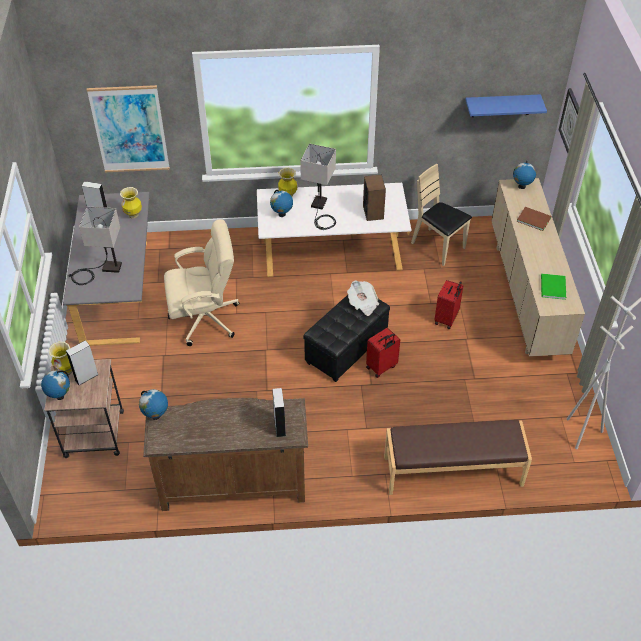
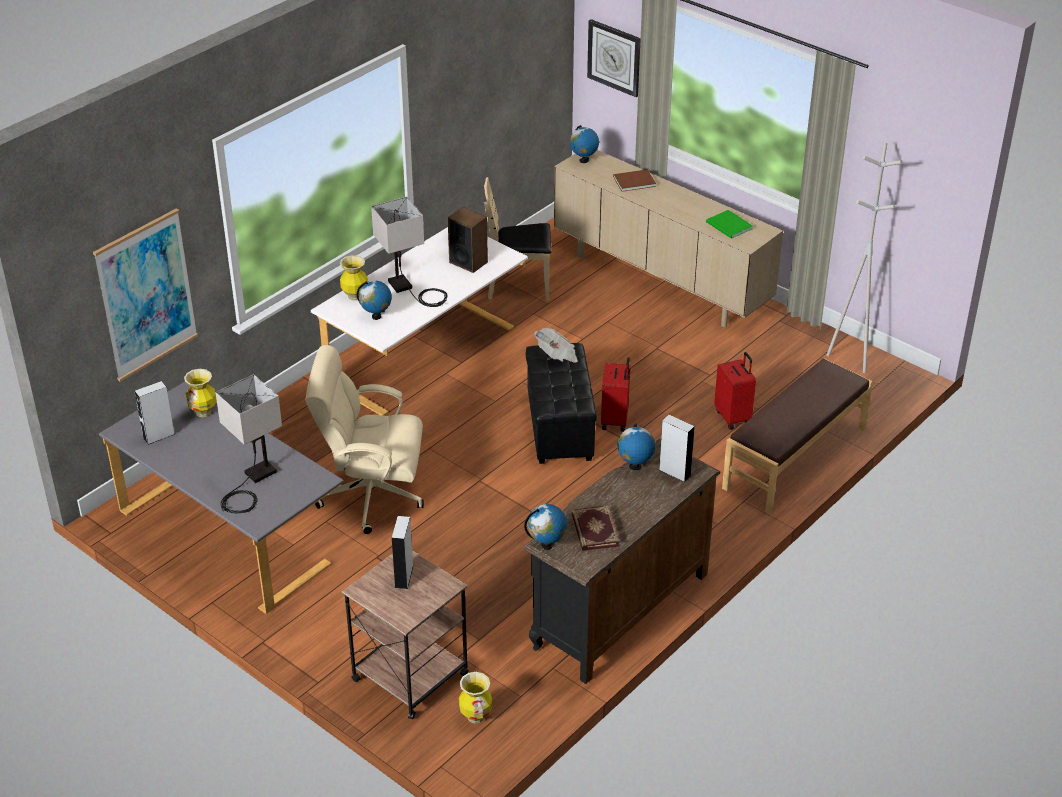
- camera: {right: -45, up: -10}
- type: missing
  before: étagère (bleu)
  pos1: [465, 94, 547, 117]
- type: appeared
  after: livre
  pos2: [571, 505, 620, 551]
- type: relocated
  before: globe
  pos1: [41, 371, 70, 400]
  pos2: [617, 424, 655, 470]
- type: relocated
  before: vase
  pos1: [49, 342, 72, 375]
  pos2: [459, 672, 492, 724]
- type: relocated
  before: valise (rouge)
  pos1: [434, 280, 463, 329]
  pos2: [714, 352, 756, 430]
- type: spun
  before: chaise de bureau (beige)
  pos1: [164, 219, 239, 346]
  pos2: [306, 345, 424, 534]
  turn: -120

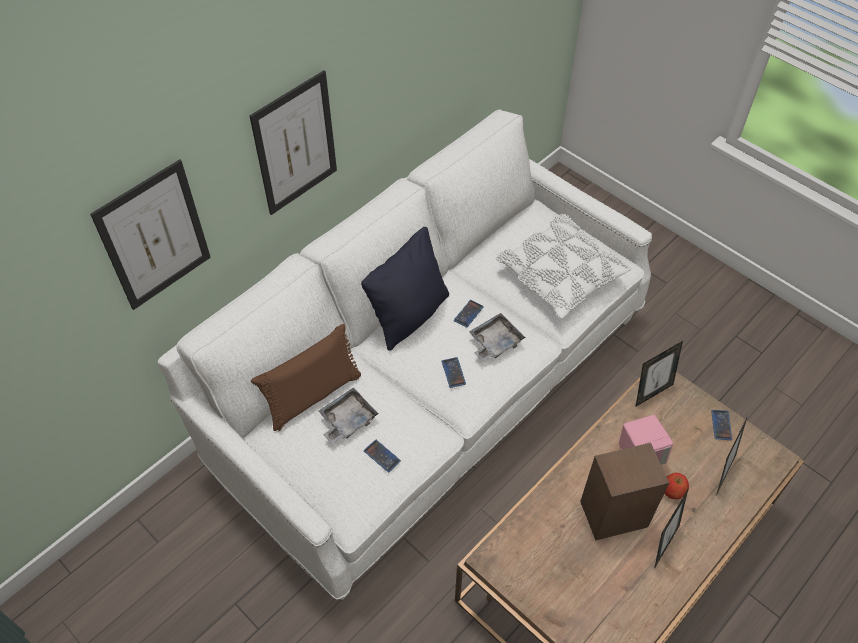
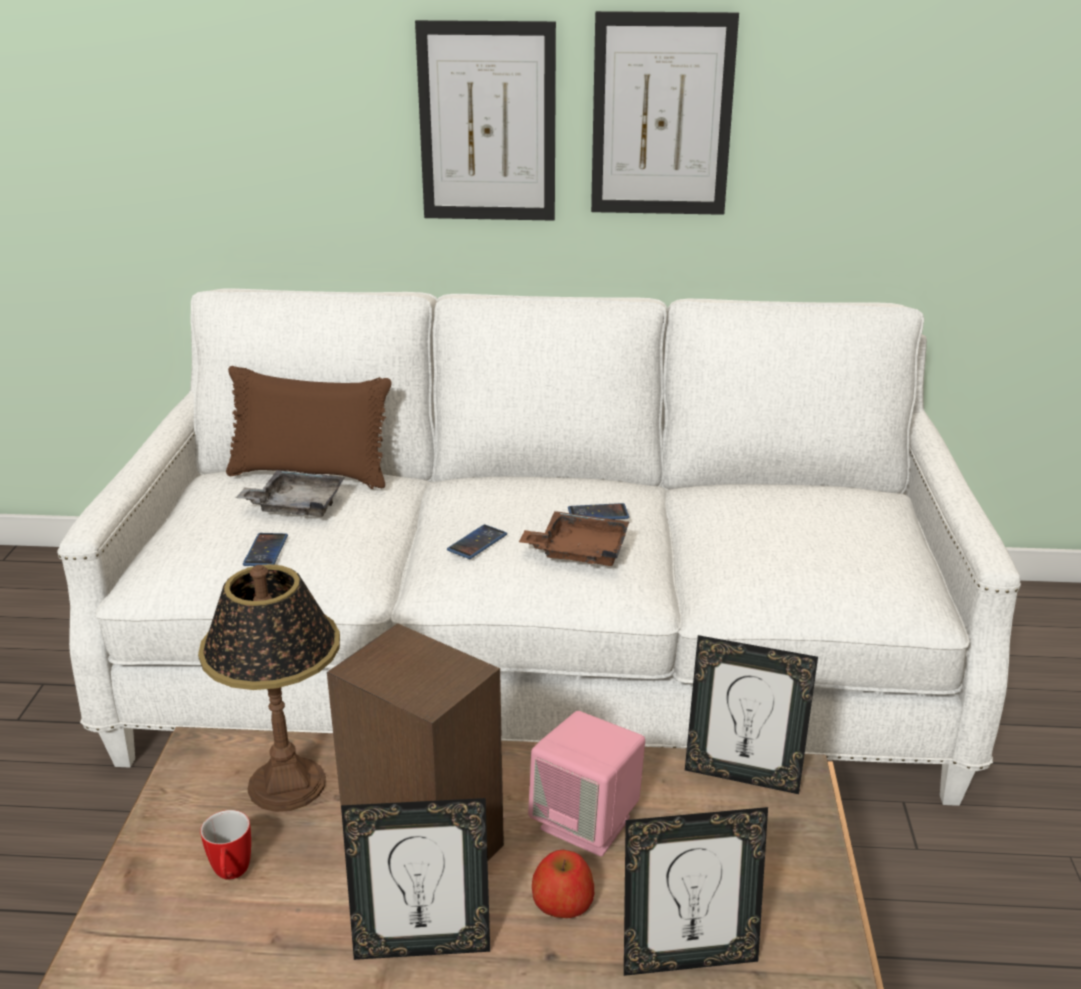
- camera: {right: 50, up: -25}
- type: missing
  before: coussin (noir)
  pos1: [361, 227, 449, 351]
- type: missing
  before: coussin (blanc)
  pos1: [496, 214, 631, 319]
- type: missing
  before: téléphone
  pos1: [711, 410, 732, 440]
- type: appeared
  after: lampe de table
  pos2: [198, 564, 340, 812]
- type: appeared
  after: mug
  pos2: [200, 810, 251, 880]
- type: relocated
  before: tableau
  pos1: [90, 159, 211, 310]
  pos2: [591, 11, 739, 215]
- type: colour
  before: plateau (gris)
  after: plateau (marron)
  pos1: [469, 313, 526, 361]
  pos2: [519, 511, 629, 566]

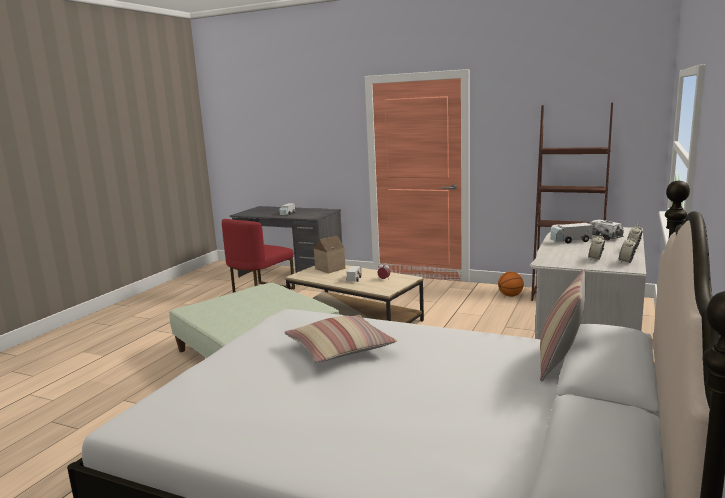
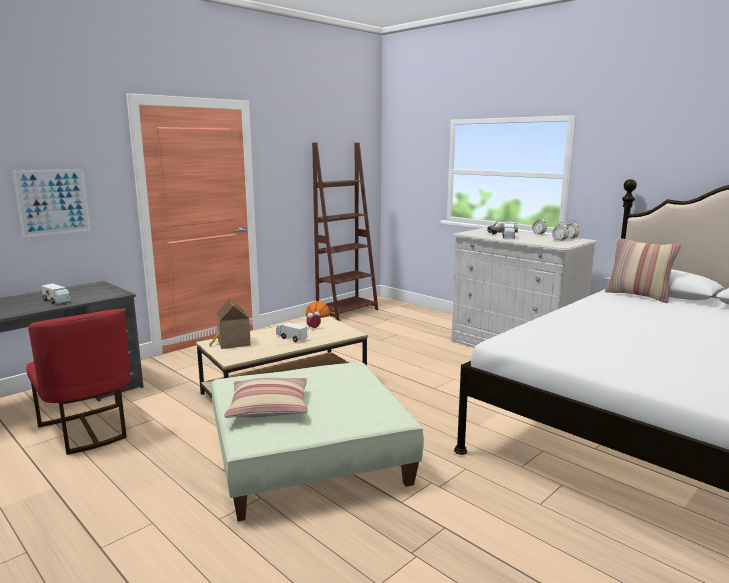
- camera: {right: -70, up: 0}
- type: appeared
  after: tableau
  pos2: [13, 169, 91, 237]
- type: relocated
  before: coussin
  pos1: [285, 315, 397, 363]
  pos2: [224, 378, 308, 418]

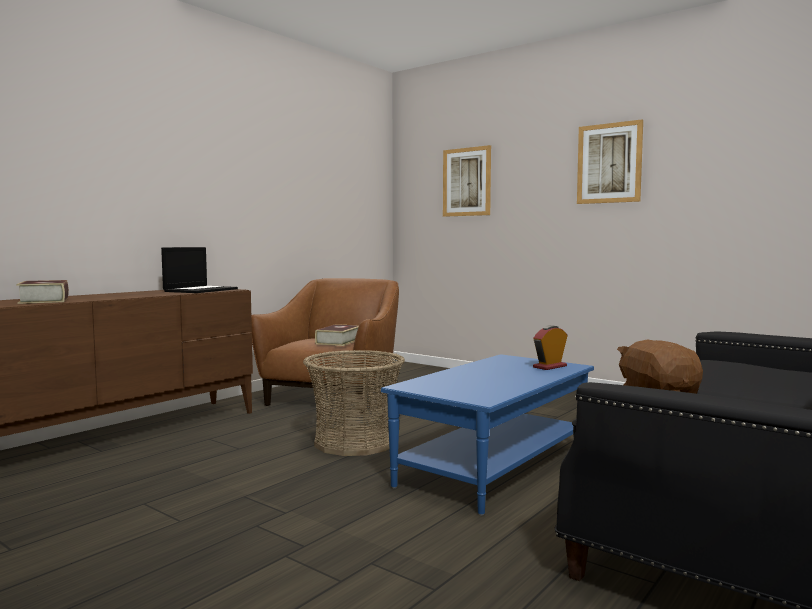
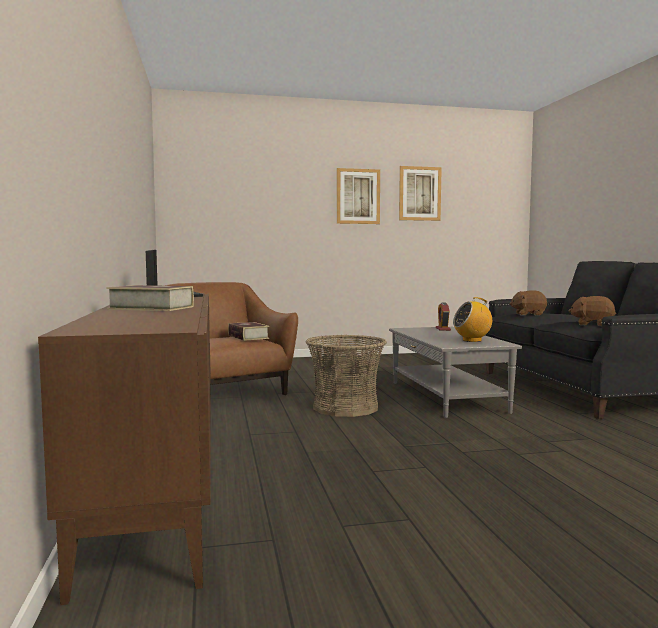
- camera: {right: -50, up: 0}
- type: appeared
  after: radio
  pos2: [453, 297, 492, 342]
- type: appeared
  after: peluche (marron)
  pos2: [509, 290, 547, 316]
- type: relocated
  before: tableau
  pos1: [443, 145, 491, 217]
  pos2: [399, 166, 442, 221]
- type: colour
  before: table basse (bleu)
  after: table basse (gris)
  pos1: [381, 354, 594, 516]
  pos2: [389, 327, 522, 418]

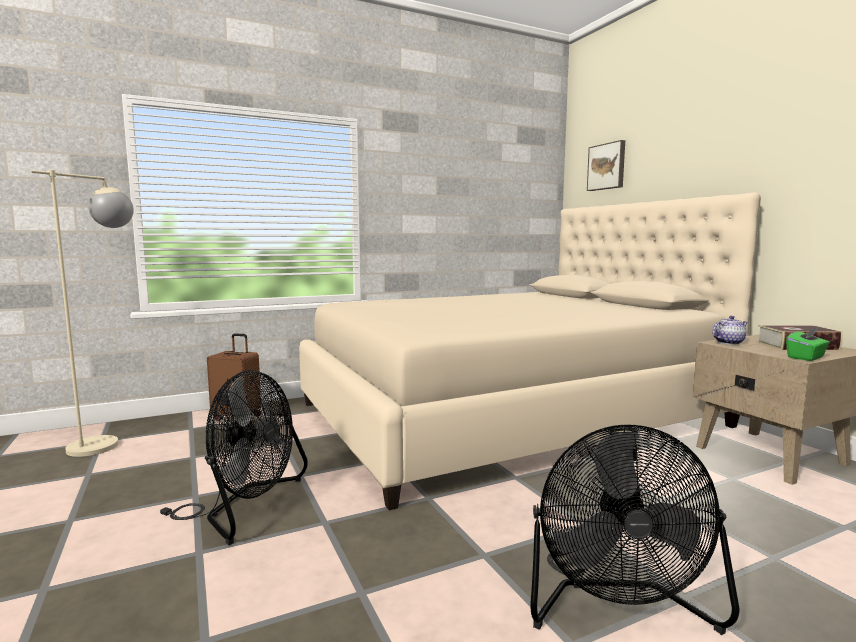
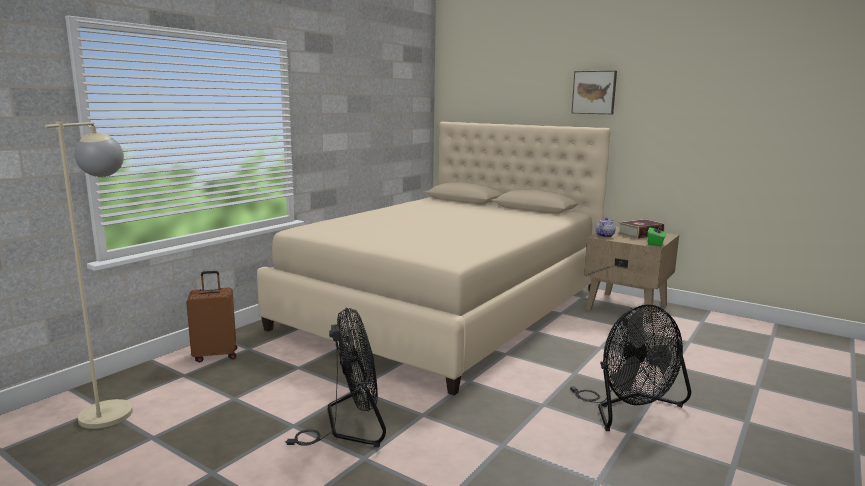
- camera: {right: -30, up: 5}
- type: relocated
  before: tableau
  pos1: [587, 140, 625, 191]
  pos2: [571, 71, 617, 114]

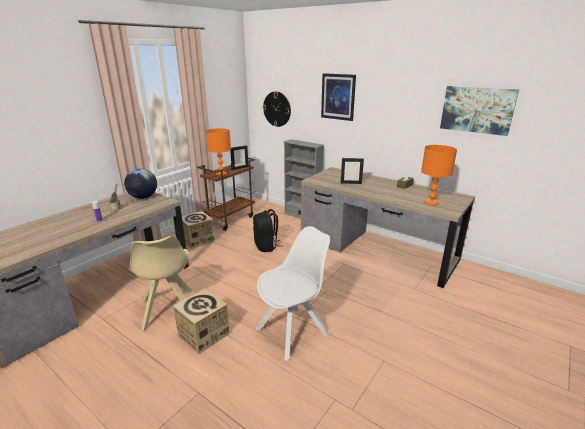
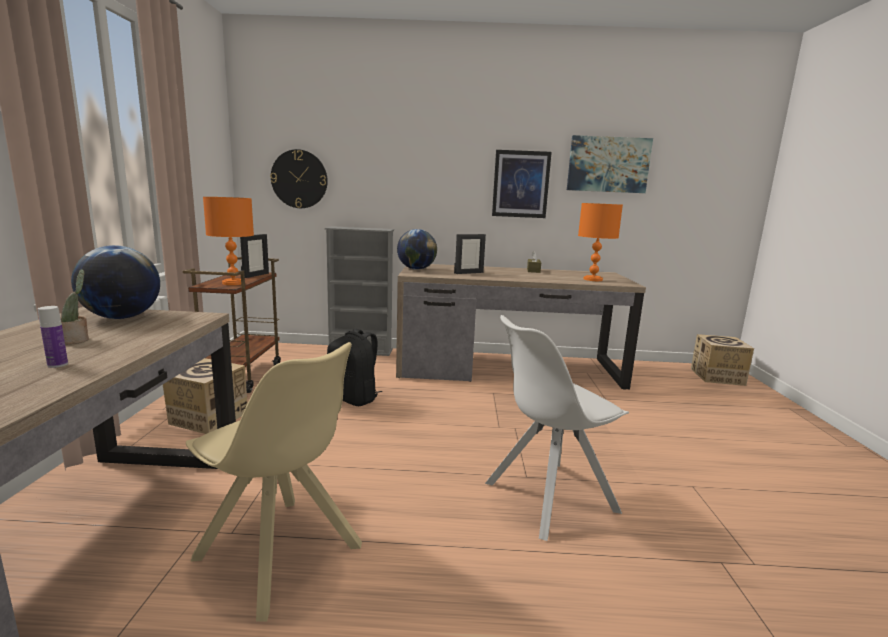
- camera: {right: -35, up: -10}
- type: appeared
  after: globe
  pos2: [397, 229, 437, 270]
- type: relocated
  before: carton
  pos1: [173, 289, 230, 354]
  pos2: [691, 334, 754, 386]
- type: relocated
  before: tableau
  pos1: [321, 73, 356, 121]
  pos2: [492, 150, 552, 218]
- type: spun
  before: chaise (blanc)
  pos1: [256, 226, 330, 361]
  pos2: [485, 315, 629, 541]
  turn: -135

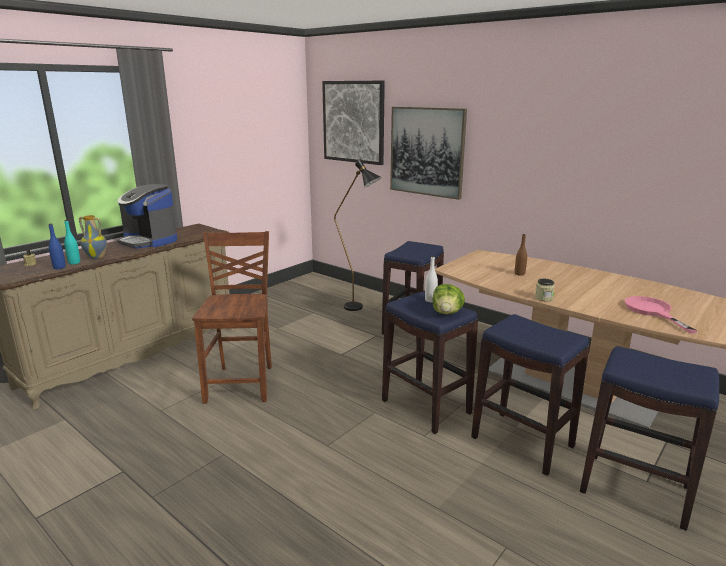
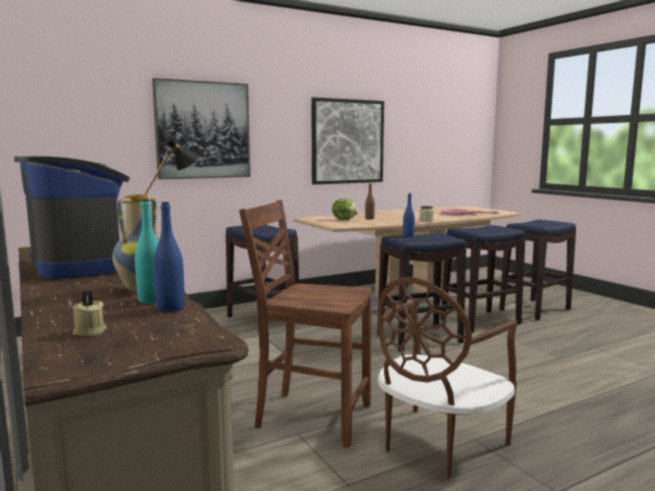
- camera: {right: -70, up: -10}
- type: appeared
  after: chaise (marron)
  pos2: [378, 277, 517, 478]
- type: relocated
  before: tableau
  pos1: [322, 81, 385, 165]
  pos2: [311, 97, 384, 185]
- type: relocated
  before: laitue
  pos1: [432, 284, 465, 315]
  pos2: [332, 198, 359, 220]
- type: colour
  before: bouteille (blanc)
  after: bouteille (bleu)
  pos1: [425, 256, 438, 302]
  pos2: [403, 193, 415, 237]
- type: spun
  before: machine à café
  pos1: [117, 184, 177, 249]
  pos2: [14, 156, 130, 279]
  turn: -90

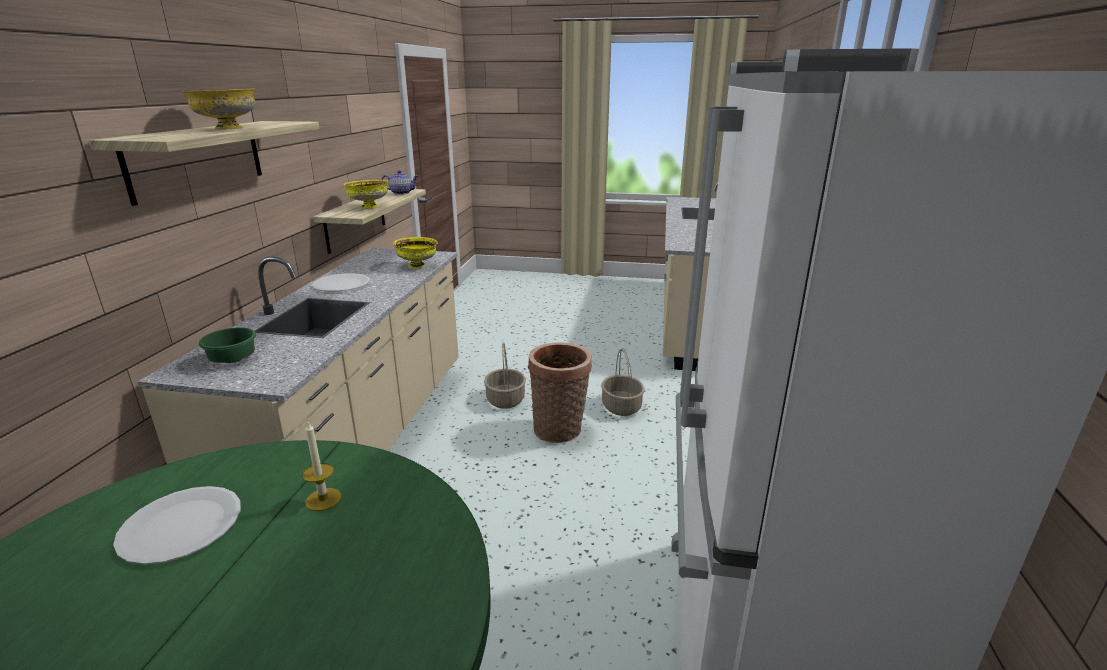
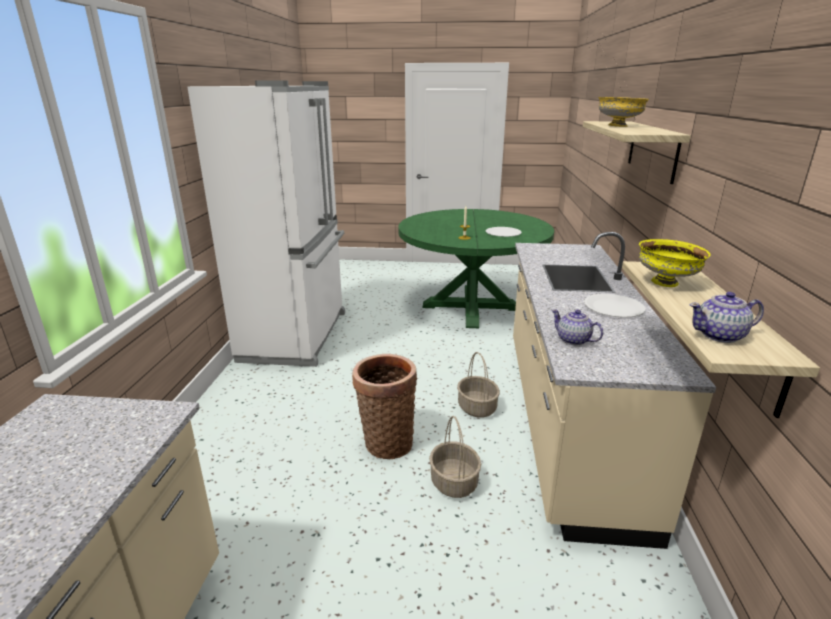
- camera: {right: 175, up: 0}
- type: missing
  before: bol (vert)
  pos1: [199, 327, 256, 363]
- type: relocated
  before: panier
  pos1: [601, 348, 645, 416]
  pos2: [457, 352, 500, 418]
- type: exchanged
  before: bol (jaune)
  after: théière
  pos1: [393, 237, 438, 269]
  pos2: [551, 309, 603, 345]

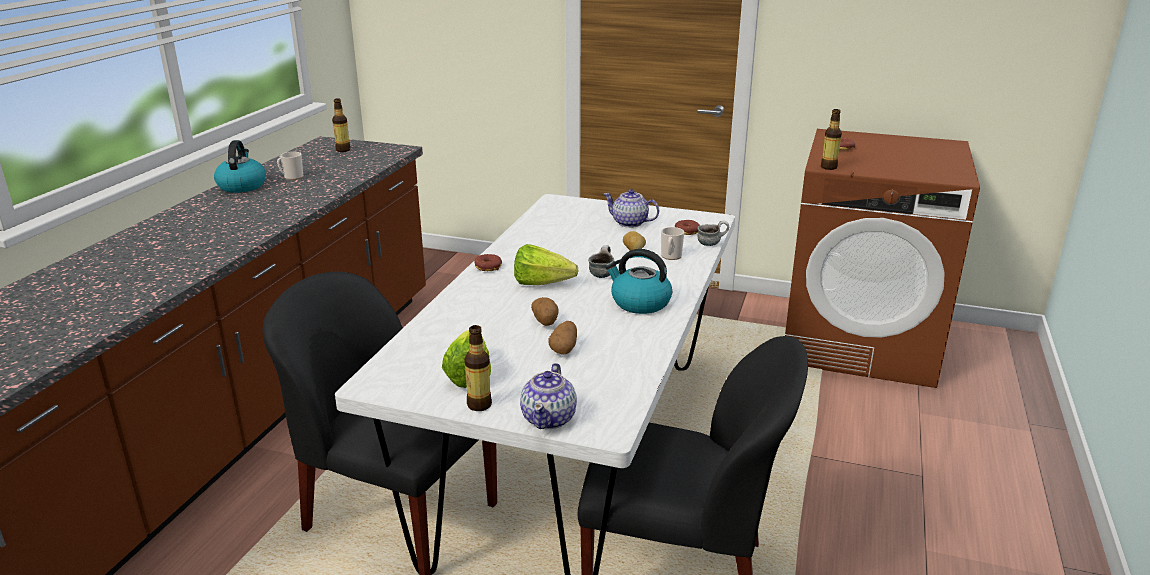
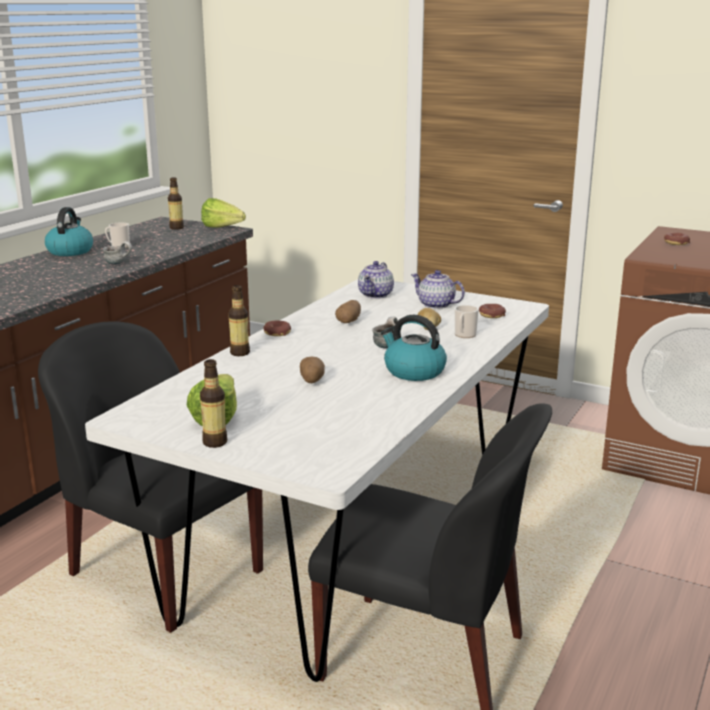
- camera: {right: 10, up: -5}
- type: relocated
  before: laitue
  pos1: [514, 244, 578, 285]
  pos2: [201, 198, 246, 228]
- type: relocated
  before: théière
  pos1: [520, 363, 577, 429]
  pos2: [358, 261, 394, 299]
- type: relocated
  before: pomme de terre
  pos1: [548, 321, 577, 355]
  pos2: [335, 300, 361, 323]
- type: relocated
  before: mug
  pos1: [697, 220, 729, 246]
  pos2: [103, 241, 132, 264]
- type: relocated
  before: bouteille
  pos1: [821, 109, 842, 170]
  pos2: [228, 285, 250, 356]

